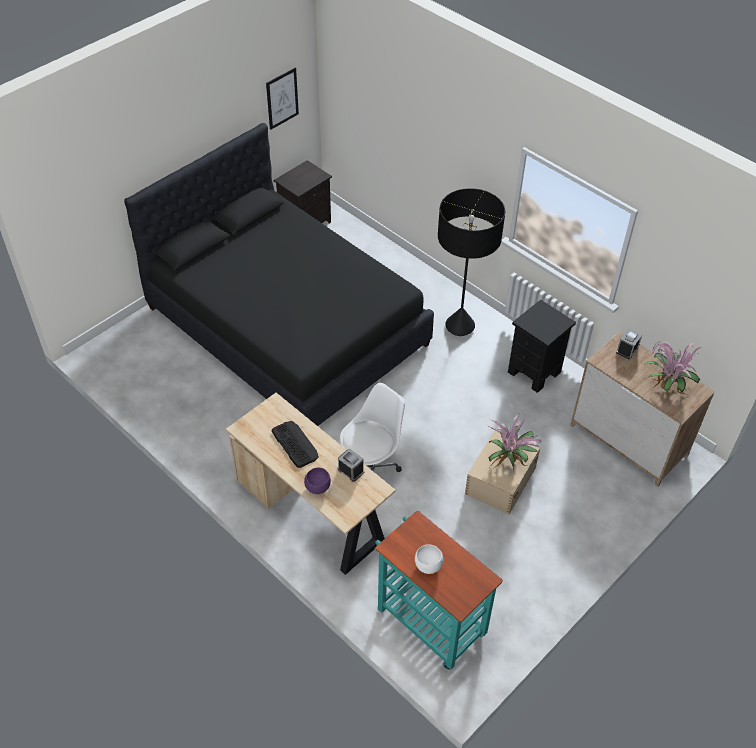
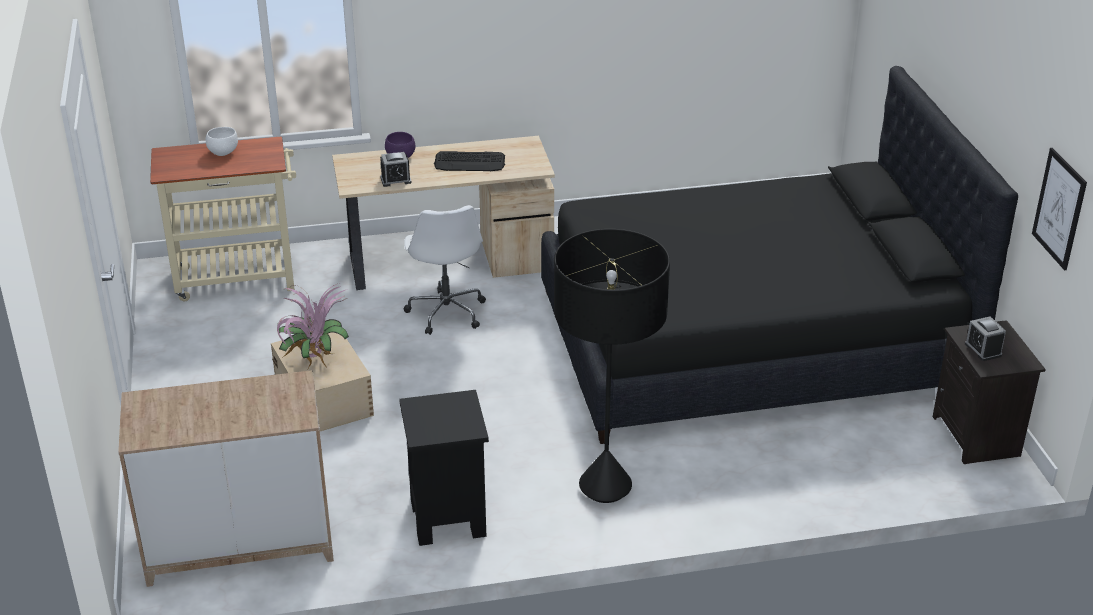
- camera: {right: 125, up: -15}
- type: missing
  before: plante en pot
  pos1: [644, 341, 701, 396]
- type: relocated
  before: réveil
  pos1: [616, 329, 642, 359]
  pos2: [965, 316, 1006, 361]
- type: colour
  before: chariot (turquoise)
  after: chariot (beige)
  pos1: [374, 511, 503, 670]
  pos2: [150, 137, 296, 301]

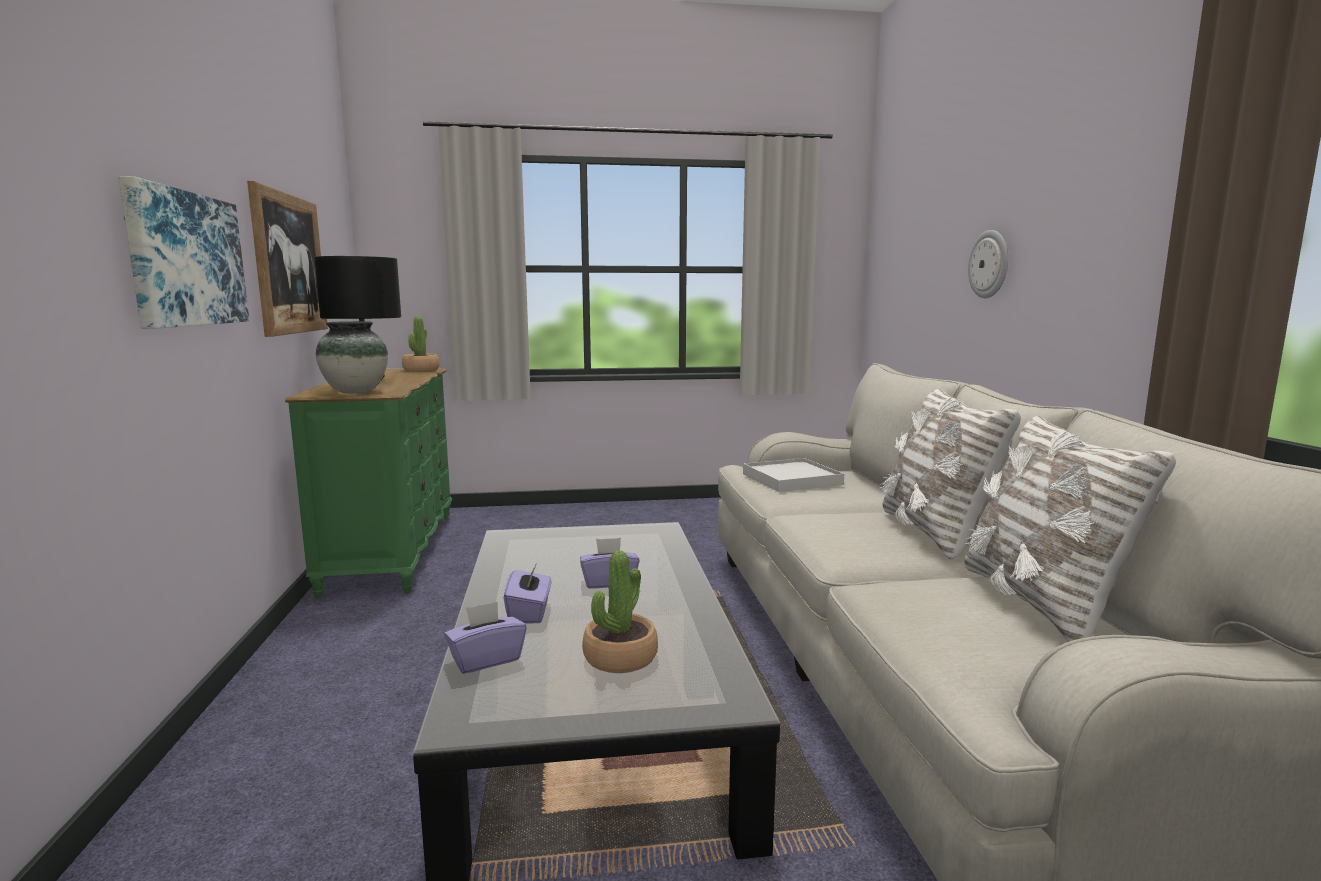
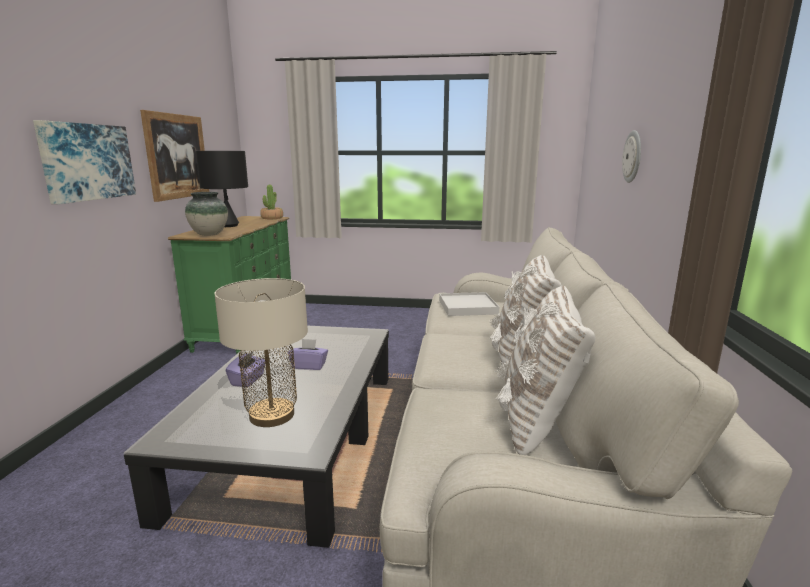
- camera: {right: 15, up: 5}
- type: missing
  before: boîte à mouchoirs (violet)
  pos1: [444, 601, 527, 674]
- type: exchanged
  before: plante en pot
  after: lampe de table
  pos1: [582, 551, 658, 673]
  pos2: [214, 278, 308, 427]

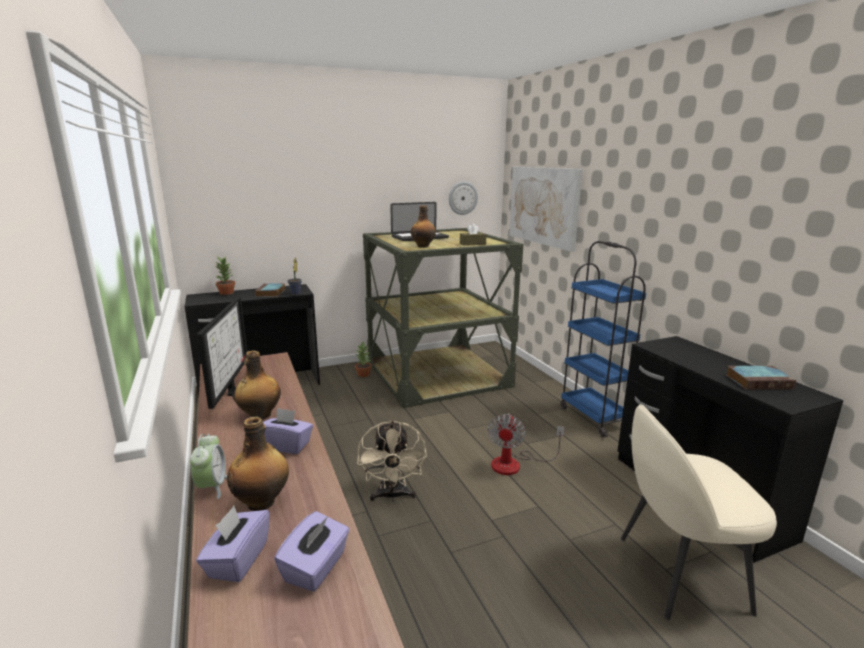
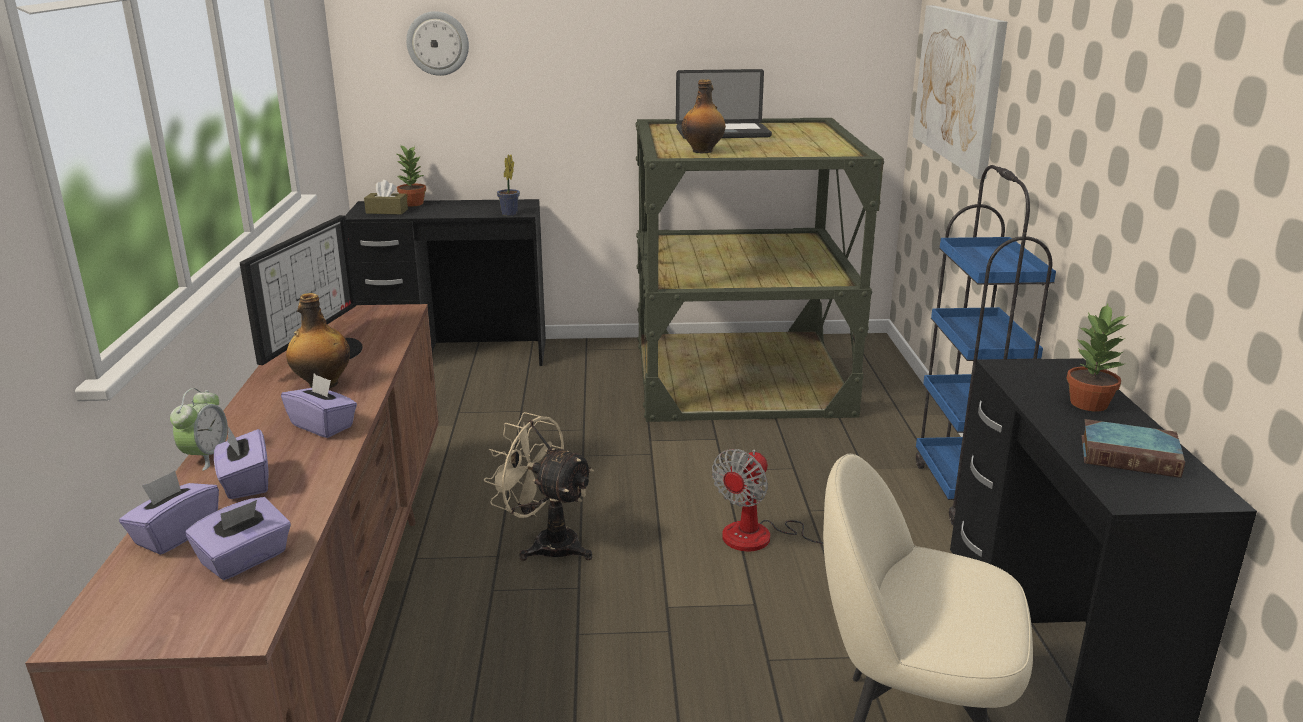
- camera: {right: 20, up: 5}
- type: missing
  before: livre
  pos1: [255, 283, 285, 297]
- type: relocated
  before: plante en pot
  pos1: [355, 341, 372, 377]
  pos2: [1067, 304, 1128, 412]
- type: relocated
  before: horloge murale
  pos1: [449, 182, 478, 215]
  pos2: [406, 11, 469, 76]
- type: relocated
  before: boîte à mouchoirs (marron)
  pos1: [460, 223, 486, 246]
  pos2: [364, 180, 408, 215]
- type: exchanged
  before: bouteille
  after: boîte à mouchoirs (violet)
  pos1: [227, 416, 289, 511]
  pos2: [214, 426, 269, 499]
- type: spun
  before: ventilateur (beige)
  pos1: [357, 420, 427, 502]
  pos2: [484, 412, 594, 561]
  turn: 105

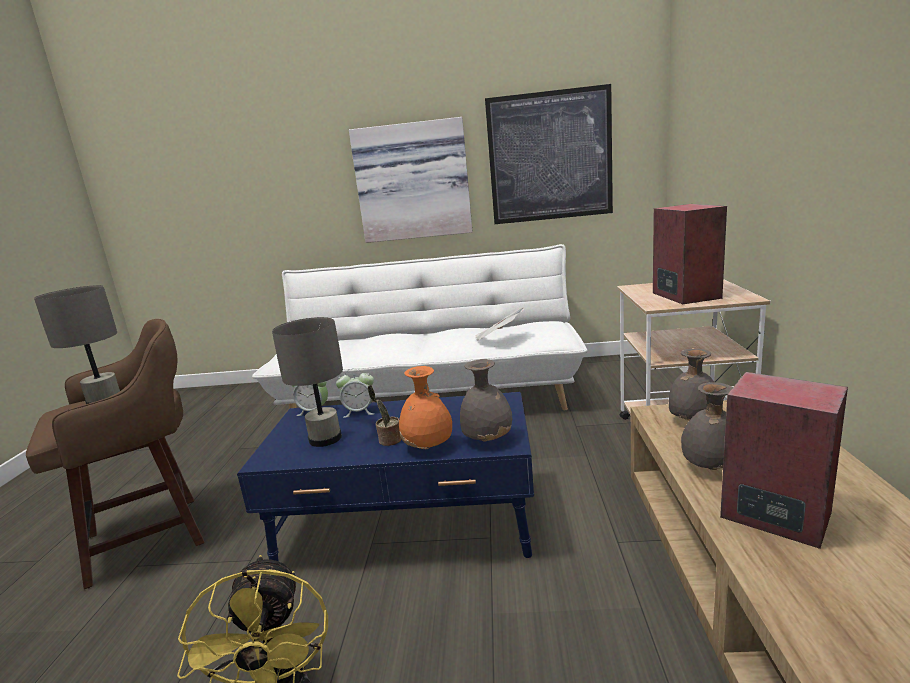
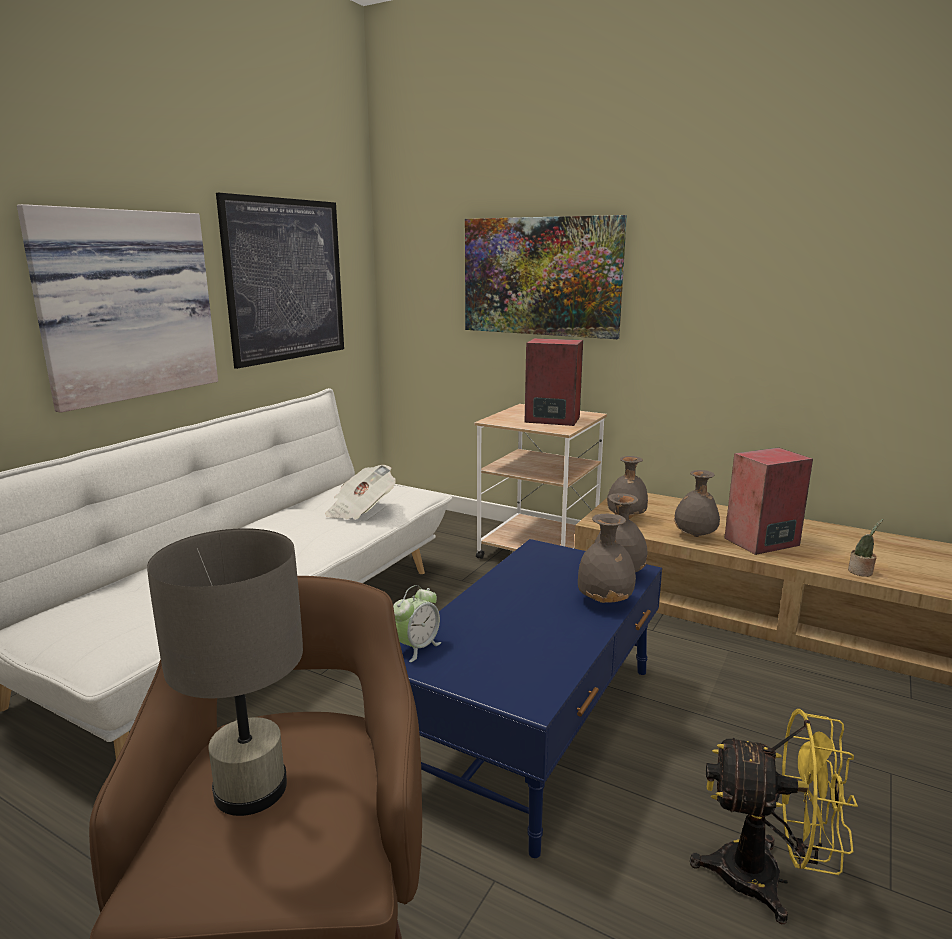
- camera: {right: -65, up: 0}
- type: missing
  before: lampe de table (gris)
  pos1: [272, 317, 343, 447]
- type: missing
  before: réveil
  pos1: [336, 368, 374, 418]
- type: appeared
  after: tableau
  pos2: [465, 215, 627, 339]
- type: relocated
  before: plante en pot
  pos1: [368, 385, 402, 446]
  pos2: [848, 519, 883, 577]
- type: colour
  before: vase (orange)
  after: vase (gris)
  pos1: [399, 366, 452, 449]
  pos2: [578, 513, 636, 603]

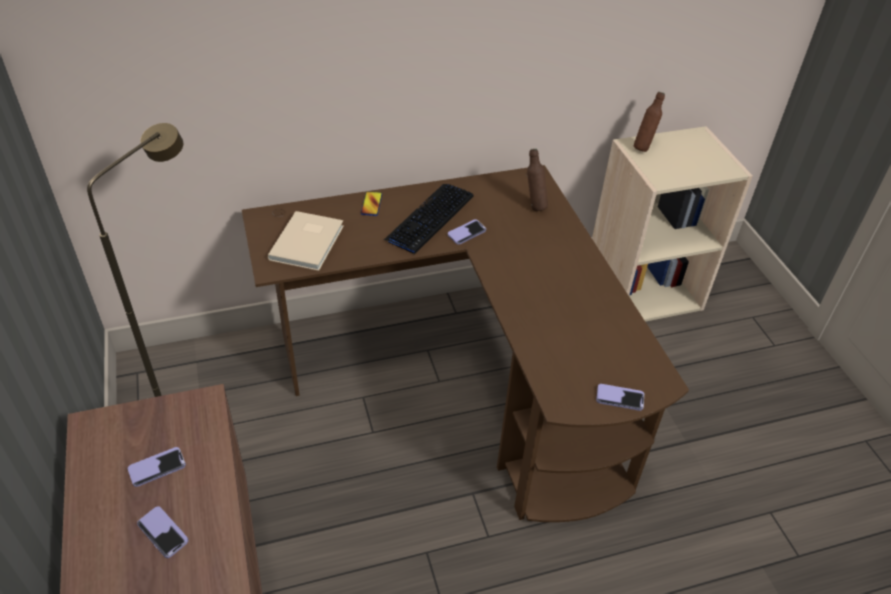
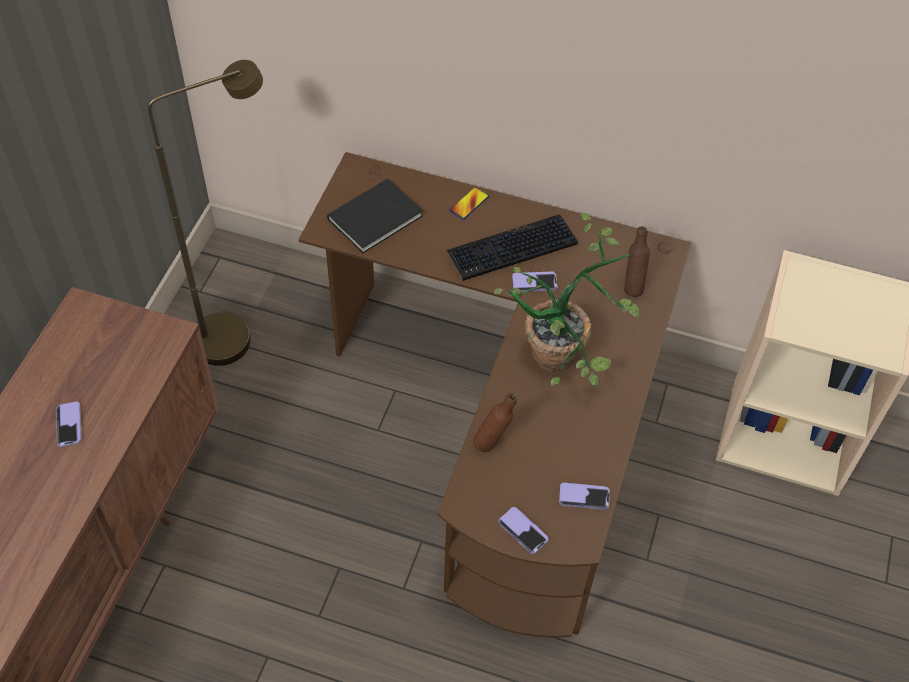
- camera: {right: 35, up: 10}
- type: appeared
  after: plante en pot
  pos2: [494, 213, 639, 386]
- type: relocated
  before: téléphone
  pos1: [128, 447, 186, 487]
  pos2: [559, 483, 610, 510]
- type: relocated
  before: bouteille (marron)
  pos1: [633, 91, 665, 152]
  pos2: [473, 393, 517, 452]
- type: colour
  before: livre (beige)
  after: livre (noir)
  pos1: [268, 211, 344, 271]
  pos2: [327, 179, 423, 253]

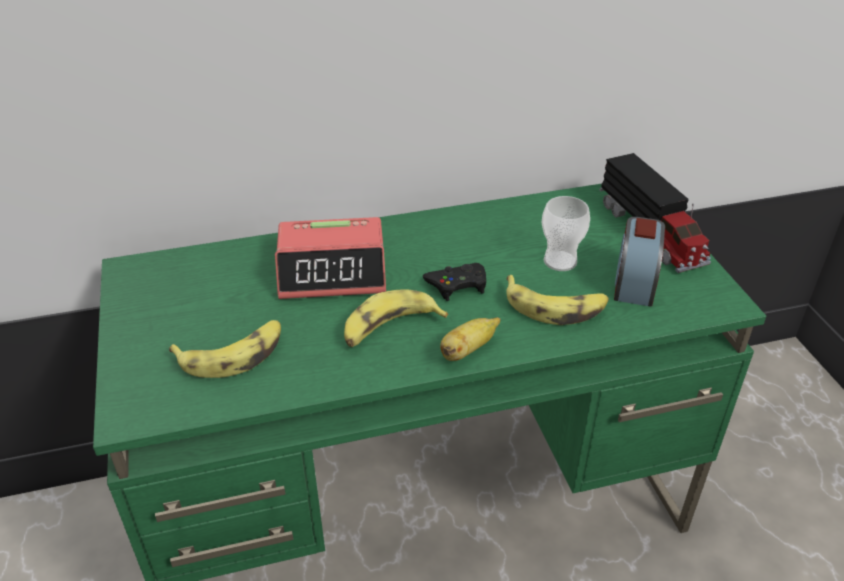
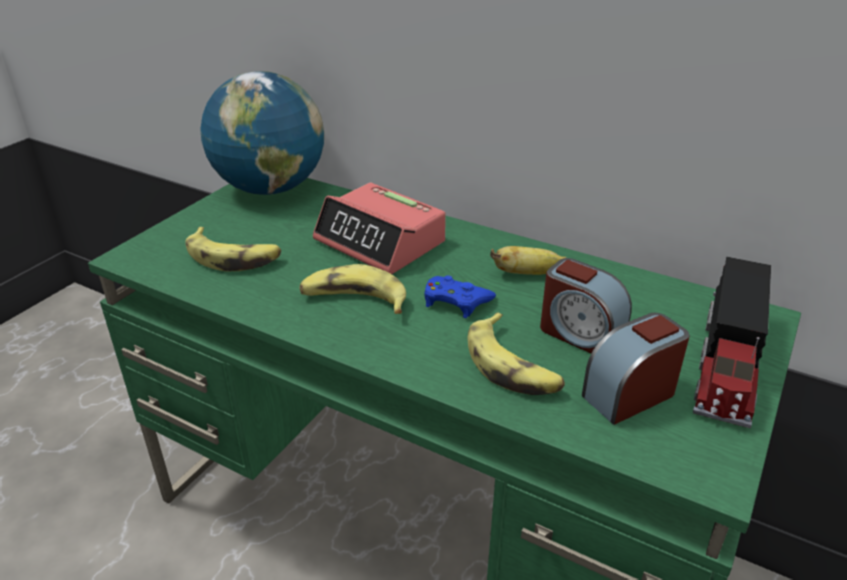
- camera: {right: 45, up: -5}
- type: appeared
  after: globe
  pos2: [200, 71, 324, 195]
- type: relocated
  before: banane
  pos1: [440, 317, 500, 361]
  pos2: [490, 246, 567, 275]
- type: exchanged
  before: tasse
  after: réveil
  pos1: [542, 196, 590, 271]
  pos2: [540, 258, 632, 353]
- type: colour
  before: manette (noir)
  after: manette (bleu)
  pos1: [423, 263, 486, 301]
  pos2: [424, 275, 496, 318]

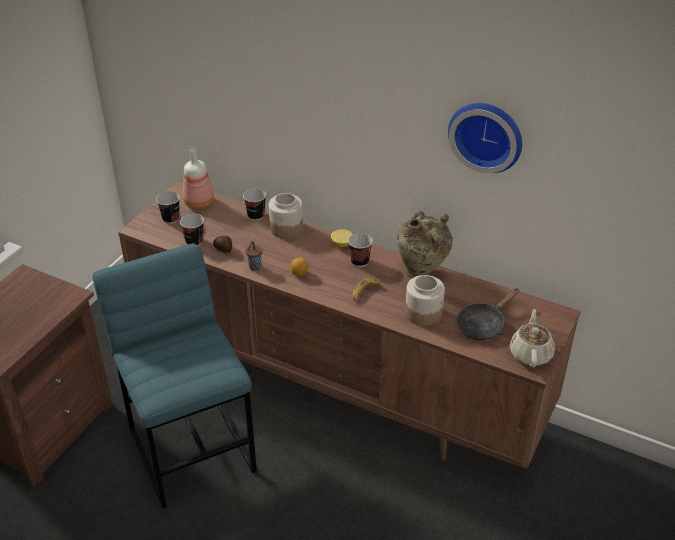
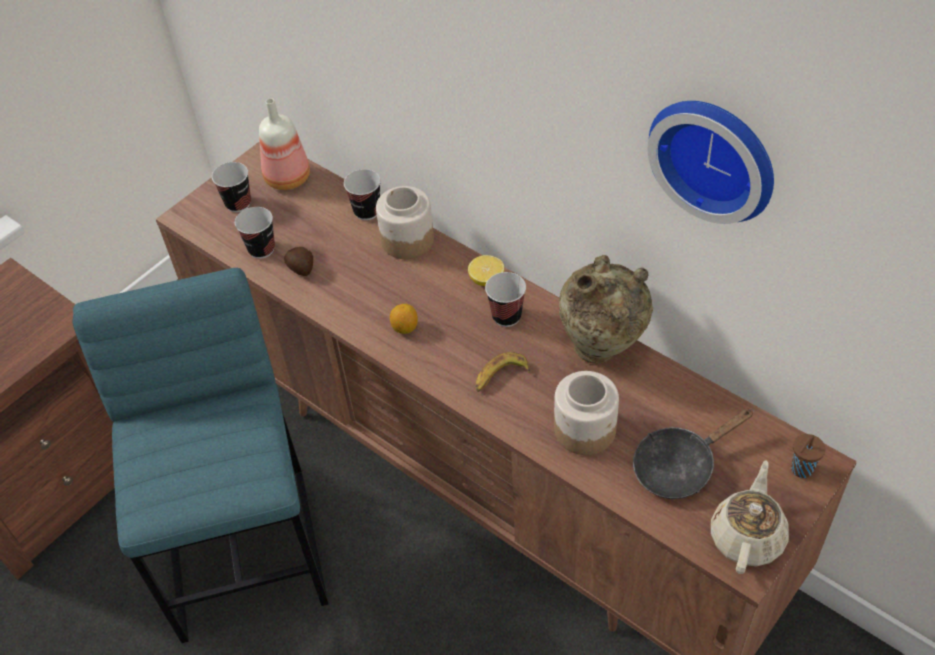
- camera: {right: 15, up: 10}
- type: relocated
  before: tasse (marron)
  pos1: [246, 241, 263, 271]
  pos2: [791, 434, 826, 478]

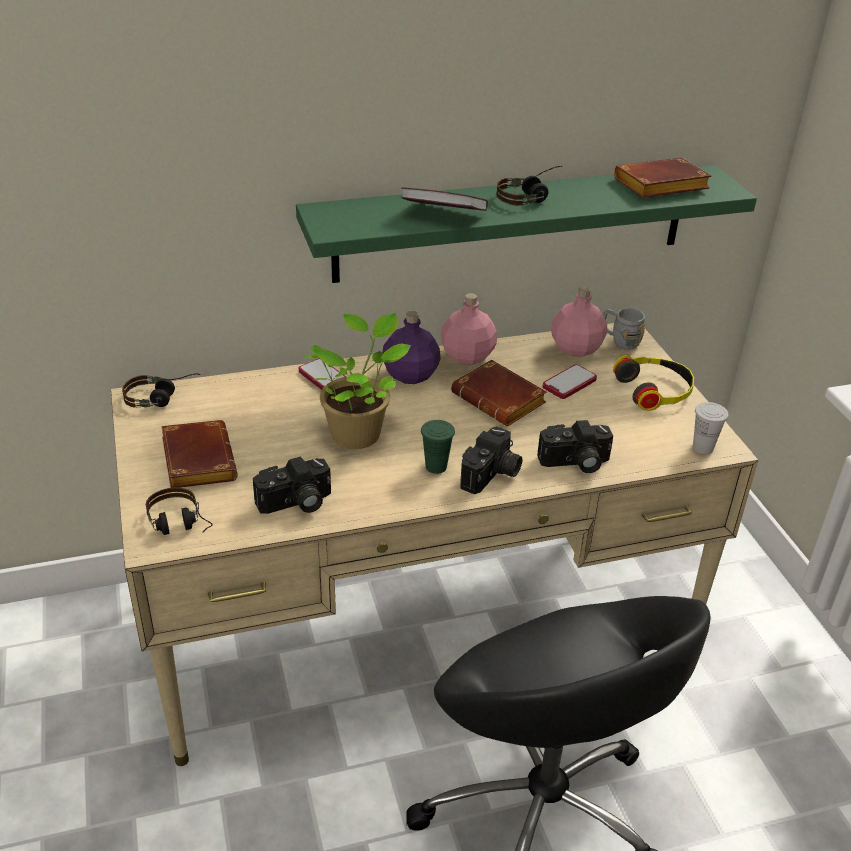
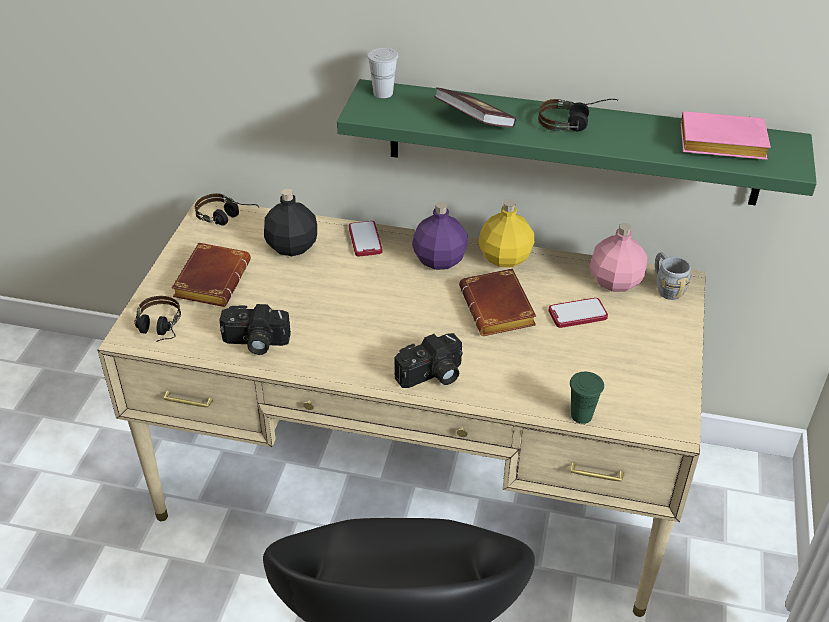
- camera: {right: 30, up: 5}
- type: missing
  before: plante en pot
  pos1: [303, 313, 411, 449]
- type: missing
  before: appareil photo
  pos1: [537, 420, 613, 473]
- type: missing
  before: casque audio
  pos1: [613, 355, 694, 411]
- type: appeared
  after: bouteille (noir)
  pos2: [264, 189, 317, 256]
- type: relocated
  before: tasse (vert)
  pos1: [421, 420, 455, 474]
  pos2: [570, 372, 604, 424]
- type: relocated
  before: tasse (blanc)
  pos1: [693, 402, 729, 454]
  pos2: [367, 47, 398, 98]
- type: colour
  before: bouteille (rose)
  after: bouteille (jaune)
  pos1: [440, 293, 497, 365]
  pos2: [478, 200, 534, 267]
- type: colour
  before: livre (marron)
  after: livre (rose)
  pos1: [614, 158, 711, 198]
  pos2: [681, 111, 771, 160]

